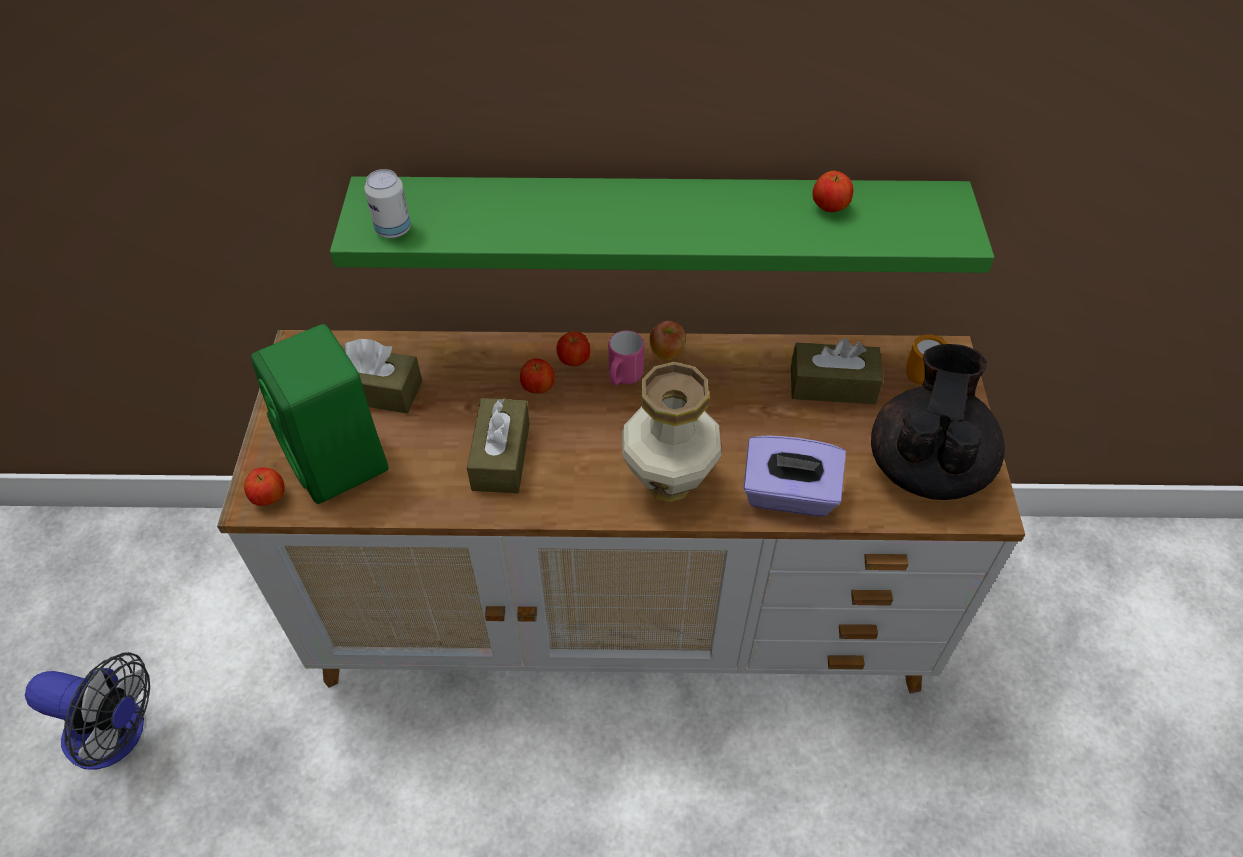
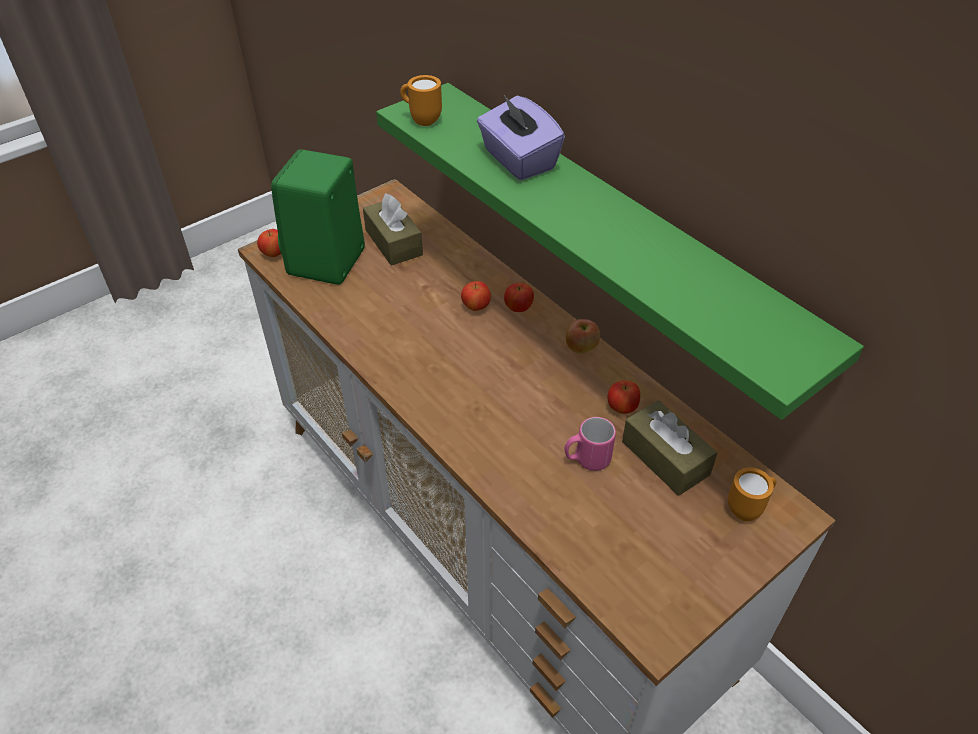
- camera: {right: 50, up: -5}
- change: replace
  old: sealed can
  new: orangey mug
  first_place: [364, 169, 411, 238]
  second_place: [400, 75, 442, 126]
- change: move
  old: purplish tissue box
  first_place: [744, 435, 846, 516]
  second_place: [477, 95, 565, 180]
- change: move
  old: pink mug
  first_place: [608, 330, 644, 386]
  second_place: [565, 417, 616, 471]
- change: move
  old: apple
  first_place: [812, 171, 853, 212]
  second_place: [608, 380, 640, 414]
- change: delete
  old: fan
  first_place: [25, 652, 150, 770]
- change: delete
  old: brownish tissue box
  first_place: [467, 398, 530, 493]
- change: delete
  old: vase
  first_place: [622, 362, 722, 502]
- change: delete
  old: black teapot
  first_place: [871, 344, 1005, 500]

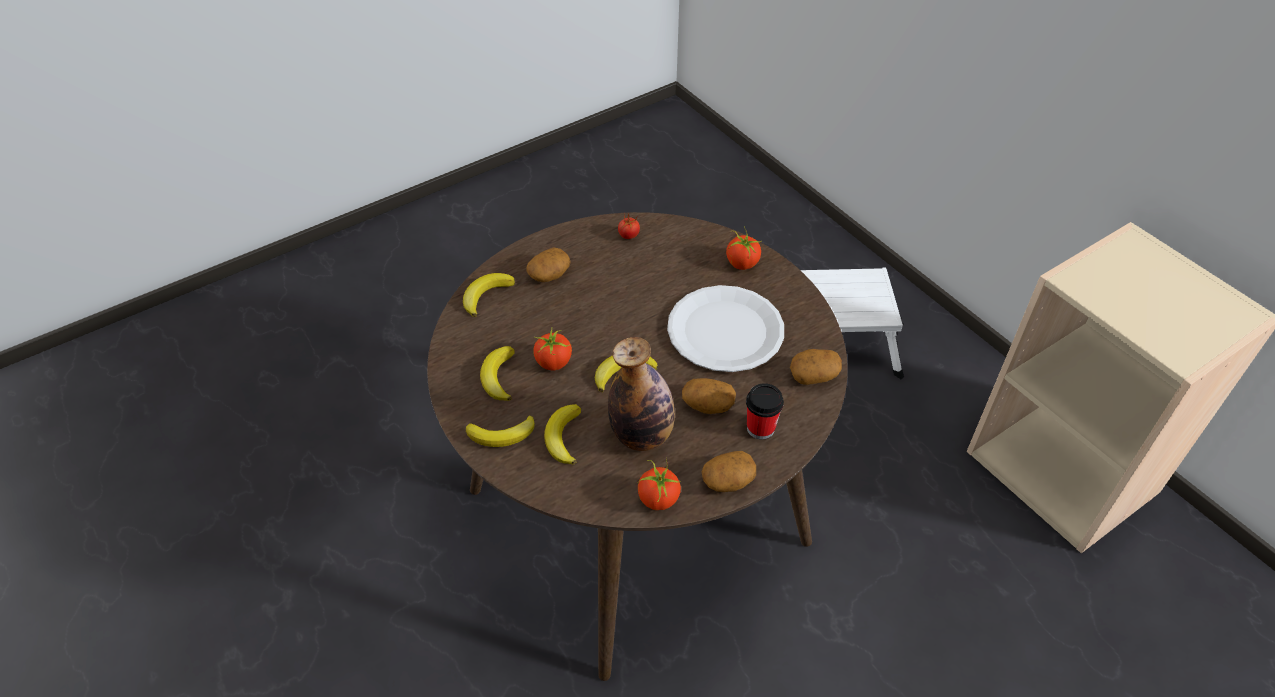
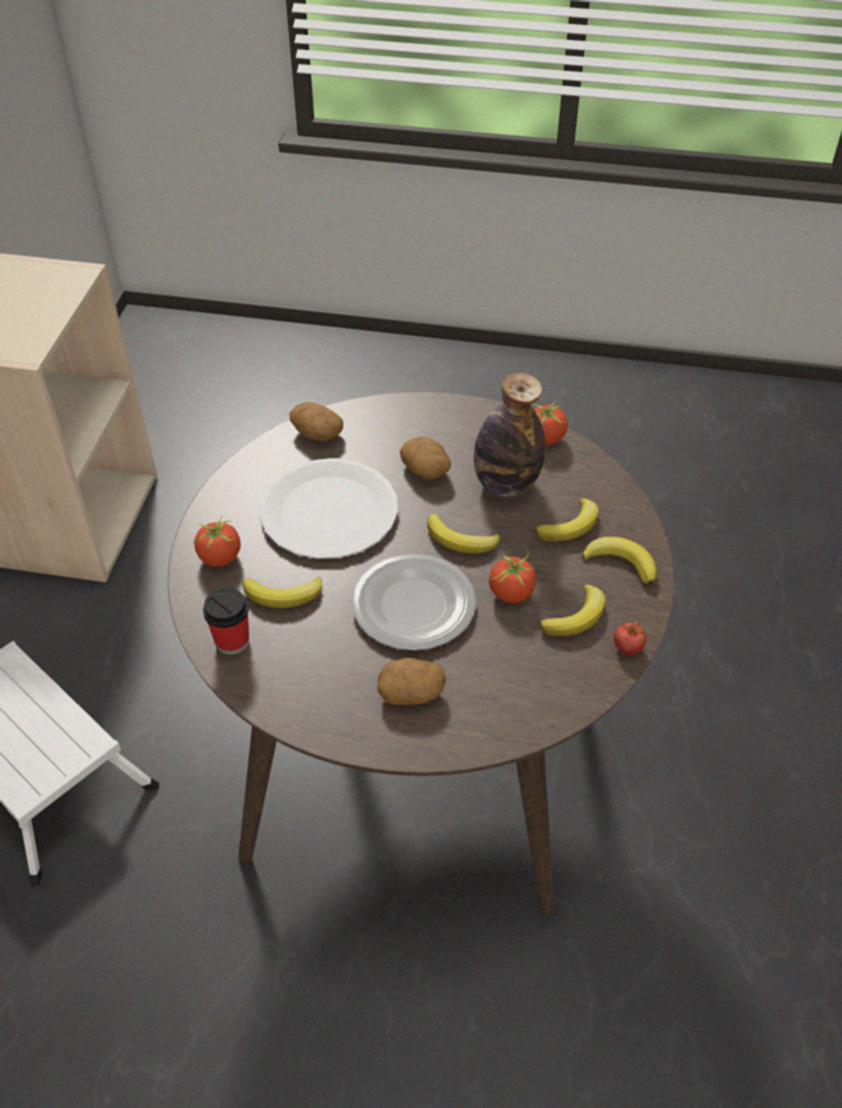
- camera: {right: -135, up: 0}
- change: move
  old: drinking cup
  first_place: [746, 383, 784, 439]
  second_place: [203, 587, 249, 655]
- change: move
  old: banana fruit
  first_place: [463, 273, 515, 317]
  second_place: [243, 577, 322, 608]
- change: insert
  new: flat dish
  second_place: [352, 554, 476, 651]
- change: move
  old: whole tomato
  first_place: [618, 213, 640, 239]
  second_place: [614, 619, 647, 655]
- change: delete
  old: potato
  first_place: [702, 451, 756, 492]

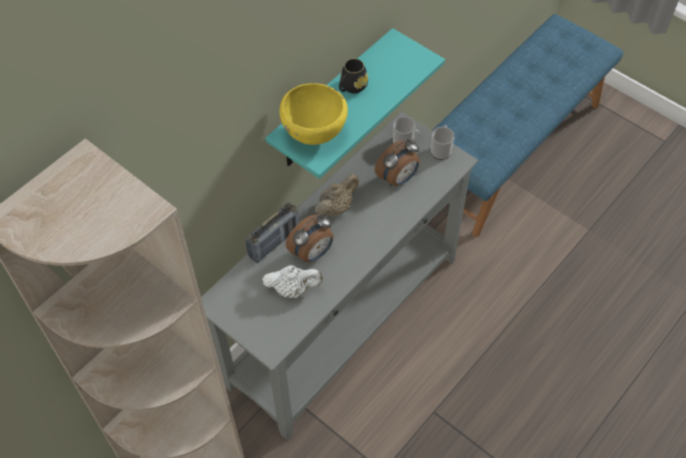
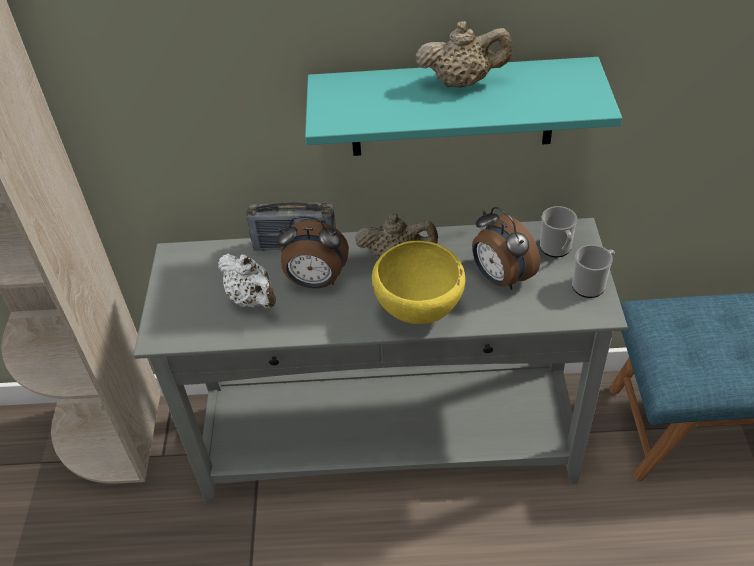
- camera: {right: 50, up: -10}
- change: move
  old: yellow bowl
  first_place: [279, 83, 348, 145]
  second_place: [372, 241, 465, 324]
- change: replace
  old: black mug
  new: beige-coloured teapot
  first_place: [339, 59, 368, 93]
  second_place: [415, 21, 513, 88]
- change: rotate
  old: table clock
  first_place: [375, 139, 420, 186]
  second_place: [472, 207, 540, 290]
  degrees: 45

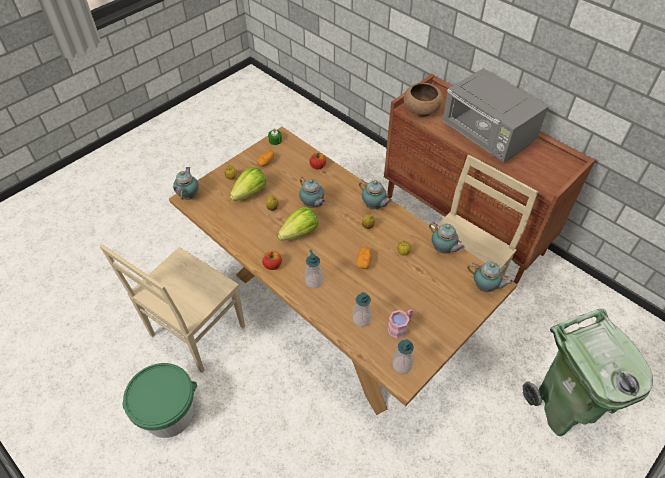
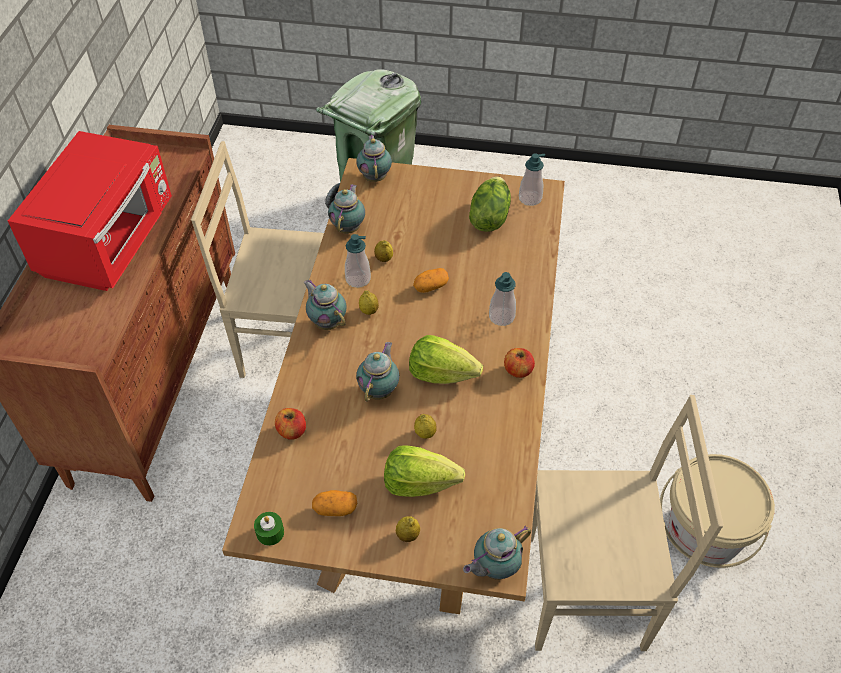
- camera: {right: -125, up: 0}
- change: recolor
  old: gray microwave oven
  new: red-coloured microwave oven
  first_place: [442, 68, 549, 163]
  second_place: [8, 131, 172, 291]
- change: rotate
  old: teapot
  first_place: [359, 180, 393, 209]
  second_place: [304, 279, 347, 330]
  degrees: -45
- change: move
  old: soap bottle
  first_place: [352, 292, 372, 327]
  second_place: [345, 234, 371, 288]
- change: replace
  old: pink mug
  new: lettuce
  first_place: [388, 309, 413, 339]
  second_place: [469, 176, 511, 232]
- change: recolor
  old: green bucket
  new: beige-coloured bucket
  first_place: [122, 363, 197, 438]
  second_place: [660, 454, 775, 568]
- change: delete
  old: brownish bowl
  first_place: [404, 83, 443, 117]

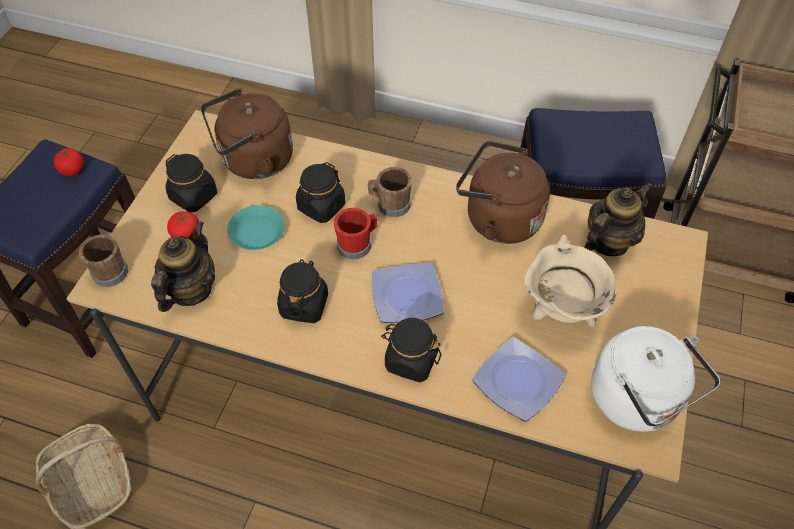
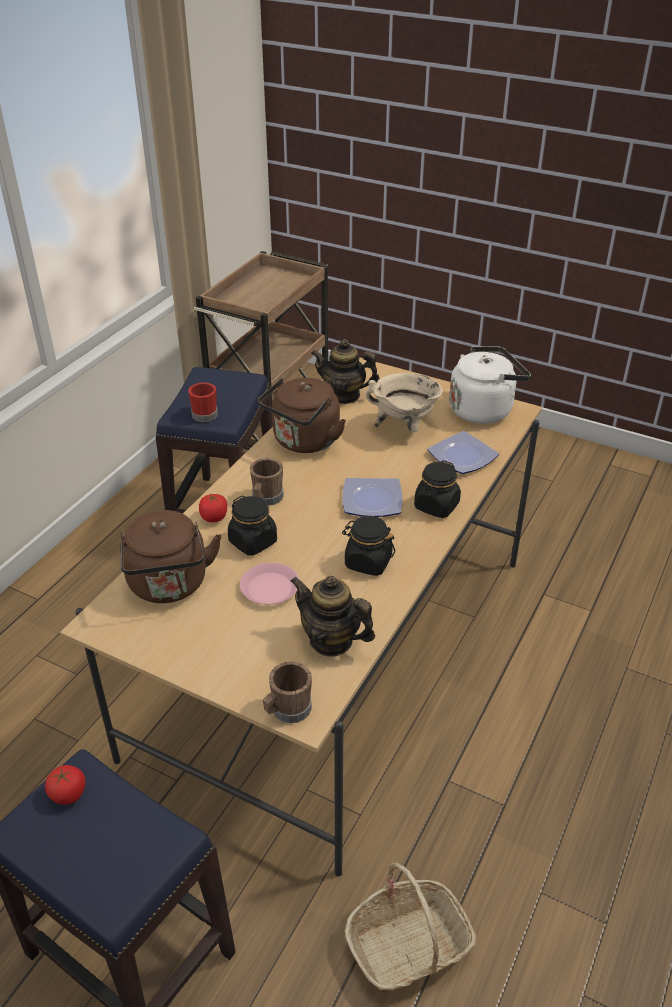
- camera: {right: -80, up: -15}
- change: move
  old: red-coloured mug
  first_place: [334, 208, 377, 259]
  second_place: [188, 382, 218, 422]
- change: move
  old: whole tomato
  first_place: [167, 211, 199, 239]
  second_place: [199, 494, 227, 522]
- change: recolor
  old: turquoise flat dish
  new: pink flat dish
  first_place: [227, 205, 285, 250]
  second_place: [240, 563, 299, 605]
- change: rotate
  old: teapot
  first_place: [584, 182, 653, 256]
  second_place: [311, 339, 379, 404]
  degrees: -45
- change: delete
  old: black storage jar
  first_place: [166, 154, 217, 213]

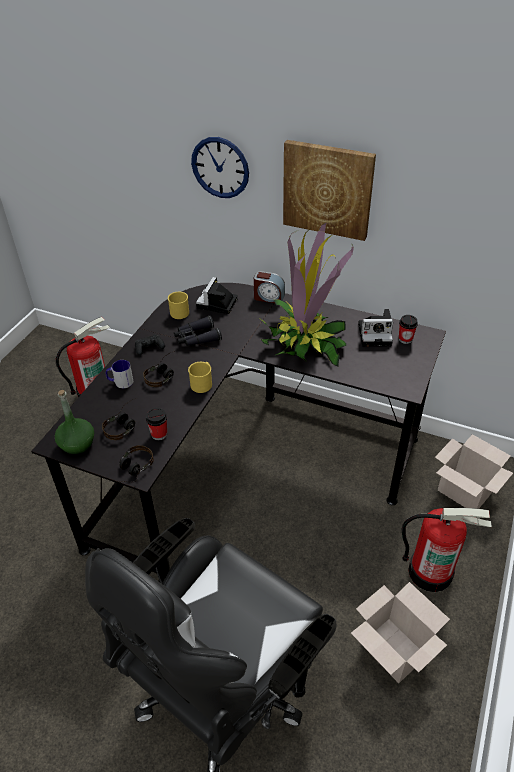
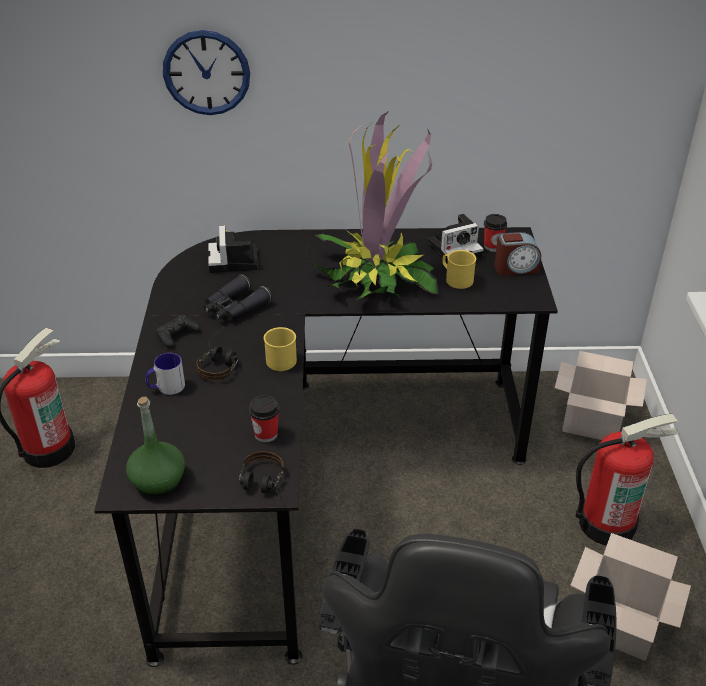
- camera: {right: -25, up: -5}
- change: move
  old: yellow mug
  first_place: [168, 292, 189, 319]
  second_place: [442, 250, 476, 289]
- change: move
  old: table clock
  first_place: [254, 271, 285, 303]
  second_place: [494, 232, 541, 276]
- change: delete
  old: pair of headphones
  first_place: [102, 399, 135, 440]
- change: delete
  old: picture
  first_place: [283, 140, 376, 241]

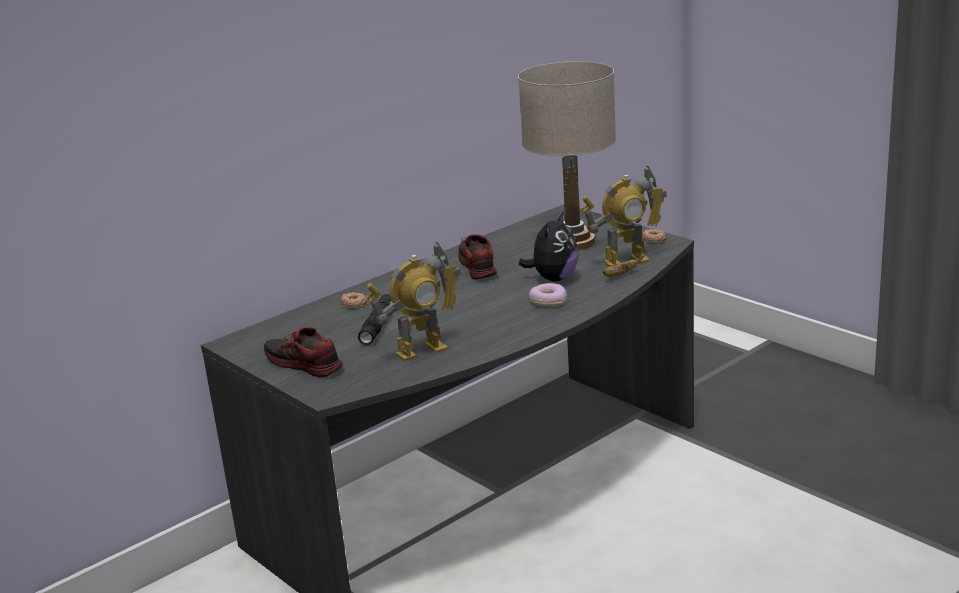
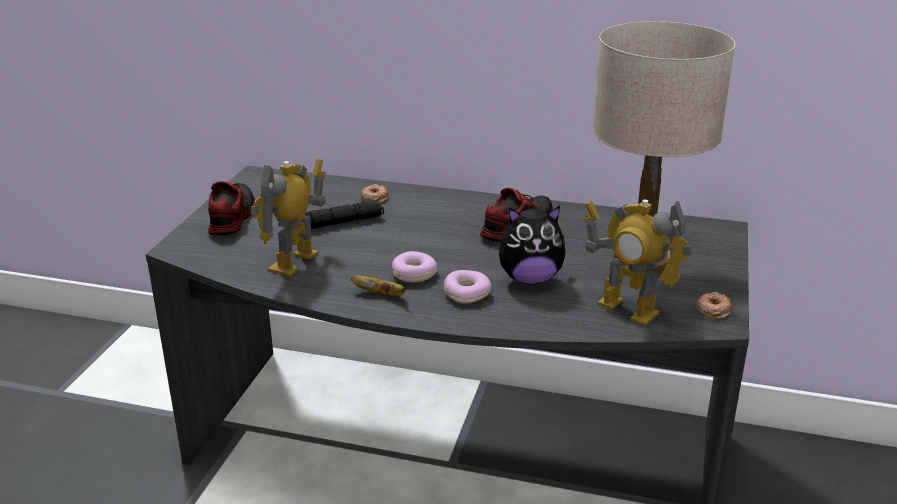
- camera: {right: 55, up: 5}
- change: rotate
  old: model robot
  first_place: [366, 242, 461, 361]
  second_place: [251, 158, 326, 276]
  degrees: 90
- change: move
  old: banana fruit
  first_place: [603, 256, 644, 277]
  second_place: [351, 276, 407, 296]
- change: insert
  new: donut
  second_place: [392, 251, 437, 283]

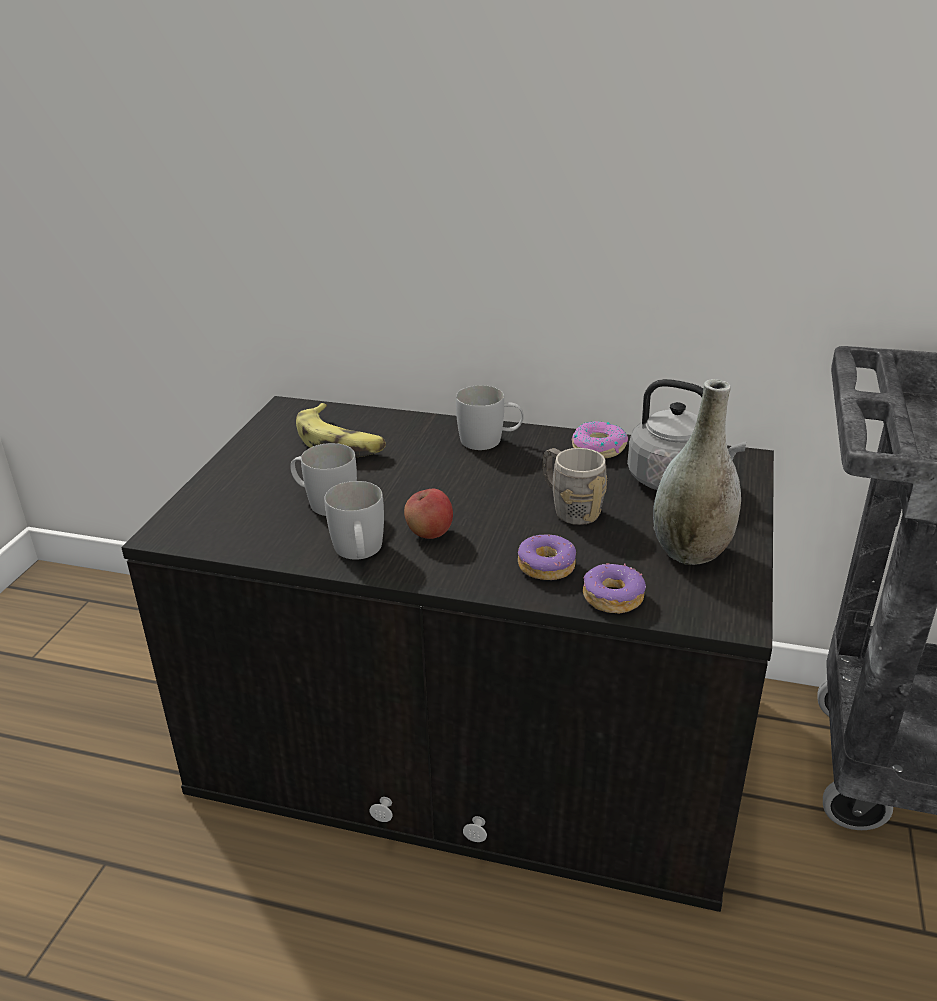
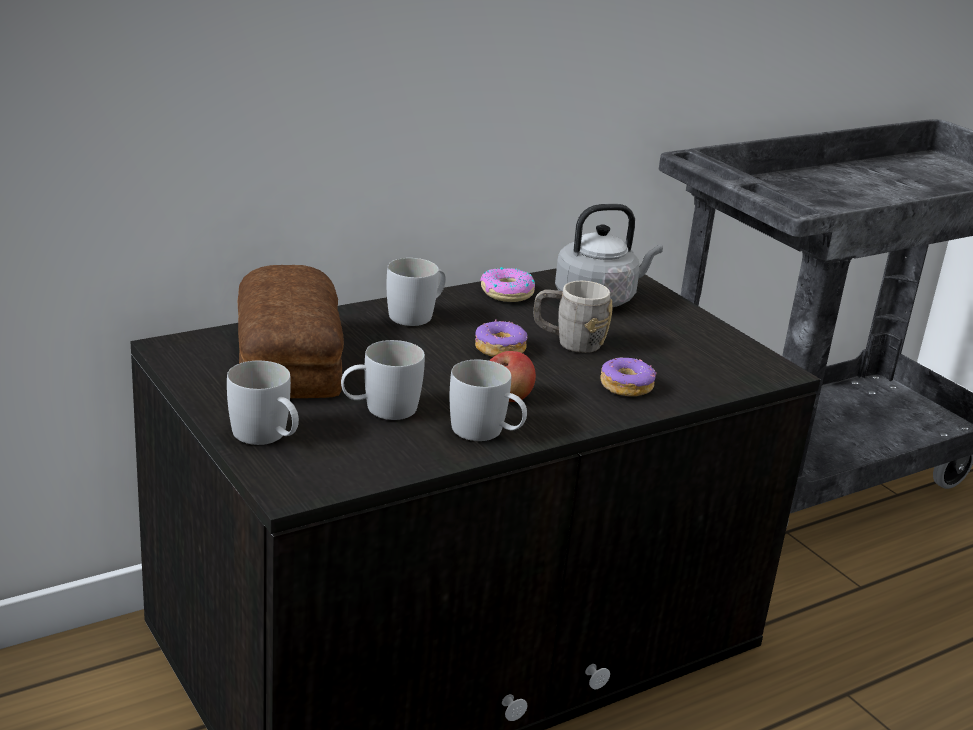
- camera: {right: -50, up: -5}
- change: insert
  new: white mug
  second_place: [227, 361, 299, 445]
- change: replace
  old: banana fruit
  new: bakery bread
  first_place: [296, 403, 386, 457]
  second_place: [238, 265, 344, 398]
- change: move
  old: donut
  first_place: [583, 563, 646, 614]
  second_place: [475, 319, 528, 357]
- change: delete
  old: gray vase
  first_place: [653, 379, 741, 565]

